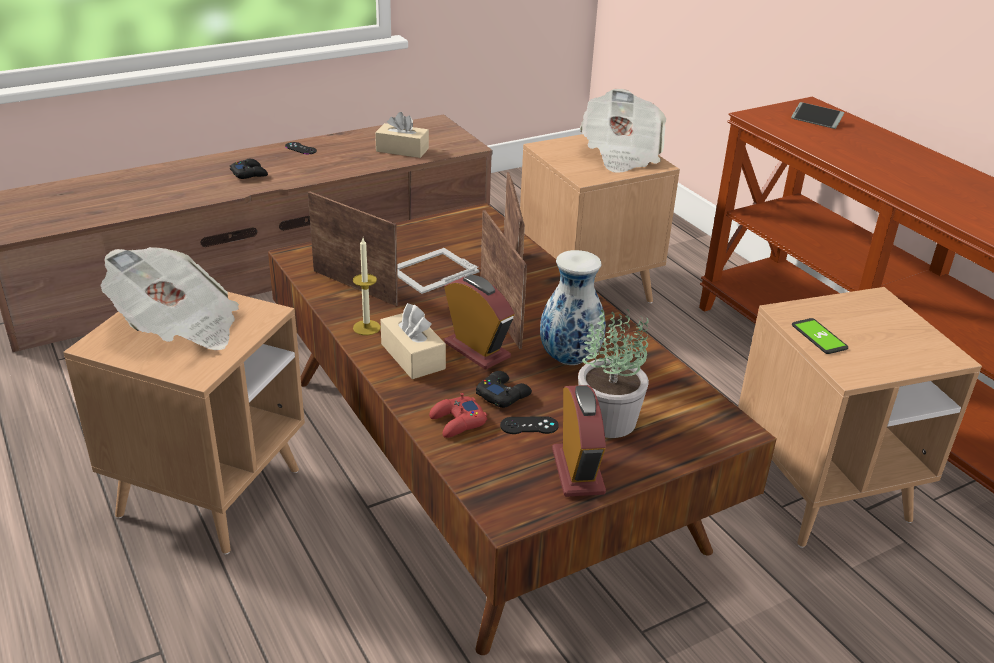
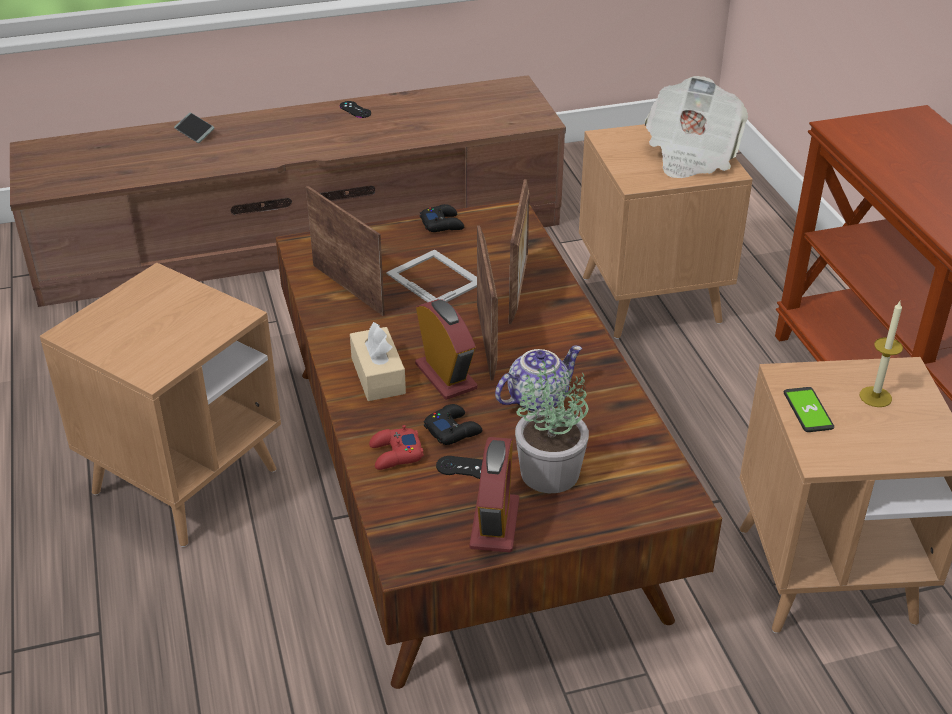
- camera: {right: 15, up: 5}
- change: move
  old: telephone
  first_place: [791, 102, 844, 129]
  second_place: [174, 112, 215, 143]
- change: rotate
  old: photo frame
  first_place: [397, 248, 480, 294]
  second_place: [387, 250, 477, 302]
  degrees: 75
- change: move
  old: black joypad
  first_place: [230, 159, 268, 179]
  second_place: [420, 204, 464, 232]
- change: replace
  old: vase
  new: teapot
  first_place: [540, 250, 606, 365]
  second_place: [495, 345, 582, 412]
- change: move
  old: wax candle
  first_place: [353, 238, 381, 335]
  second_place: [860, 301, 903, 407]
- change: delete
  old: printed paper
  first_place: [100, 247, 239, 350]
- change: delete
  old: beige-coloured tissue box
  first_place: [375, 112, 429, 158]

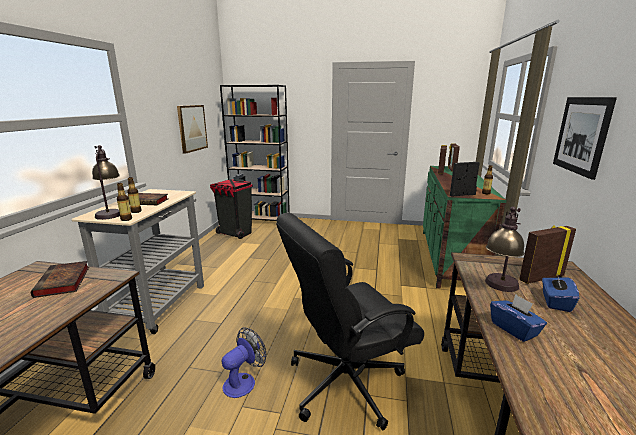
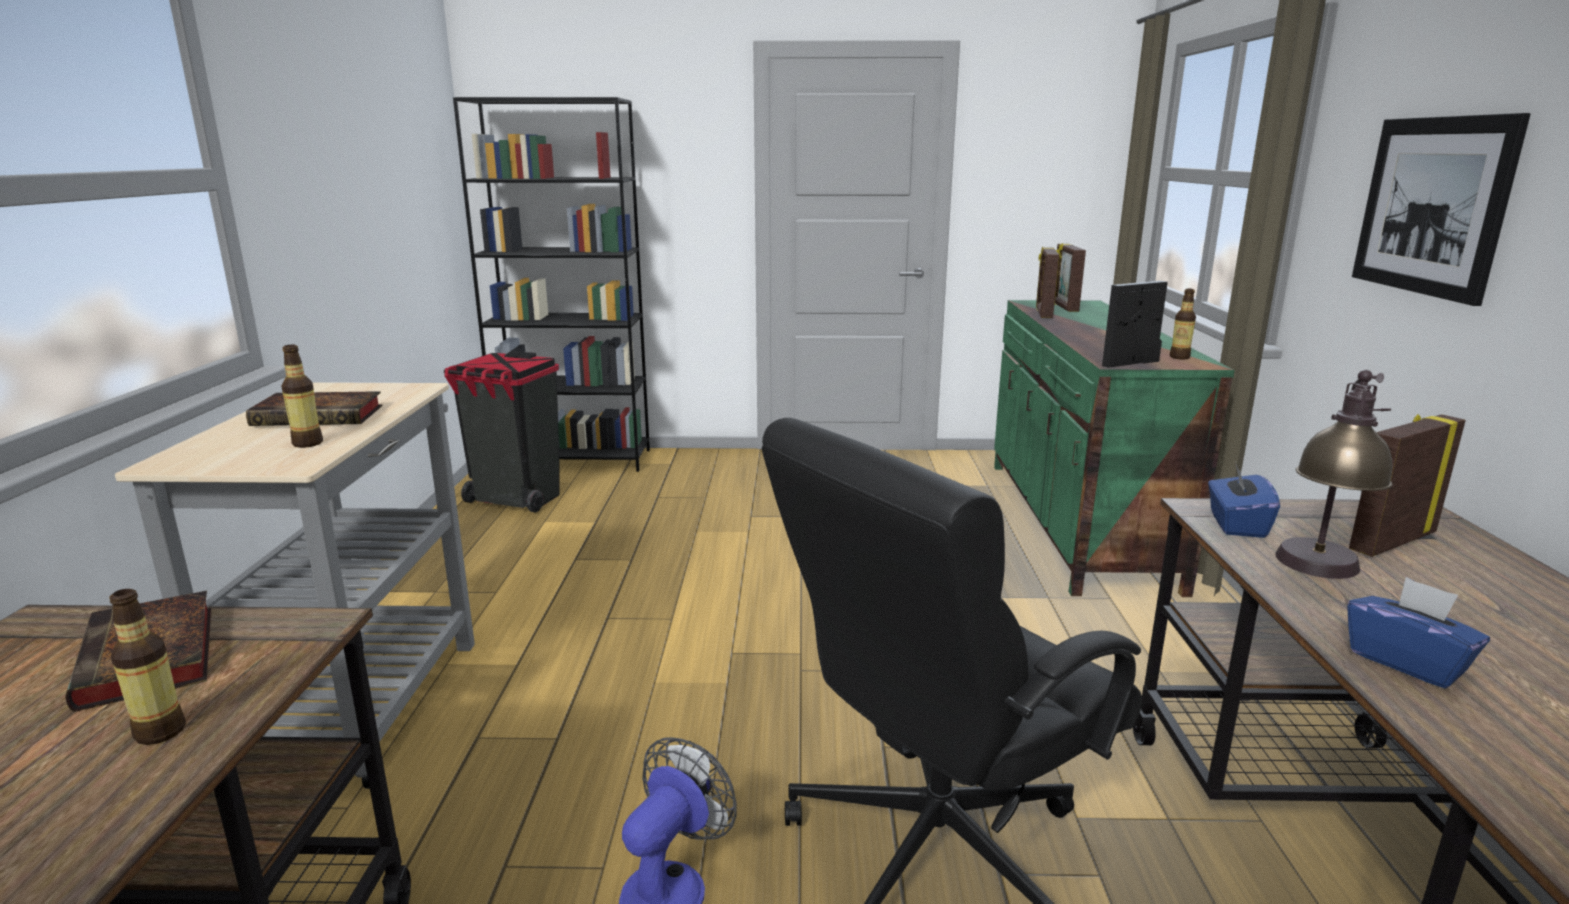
- camera: {right: -10, up: 0}
- change: move
  old: beverage bottle
  first_place: [117, 183, 132, 221]
  second_place: [109, 589, 186, 745]
- change: recolor
  old: beige-coloured bookshelf
  new: black bookshelf
  first_place: [220, 85, 290, 221]
  second_place: [453, 97, 650, 472]
- change: move
  old: bluish tissue box
  first_place: [542, 274, 579, 312]
  second_place: [1208, 465, 1280, 538]
- change: delete
  old: tabletop lamp
  first_place: [92, 145, 120, 220]
- change: delete
  old: picture
  first_place: [177, 105, 208, 154]

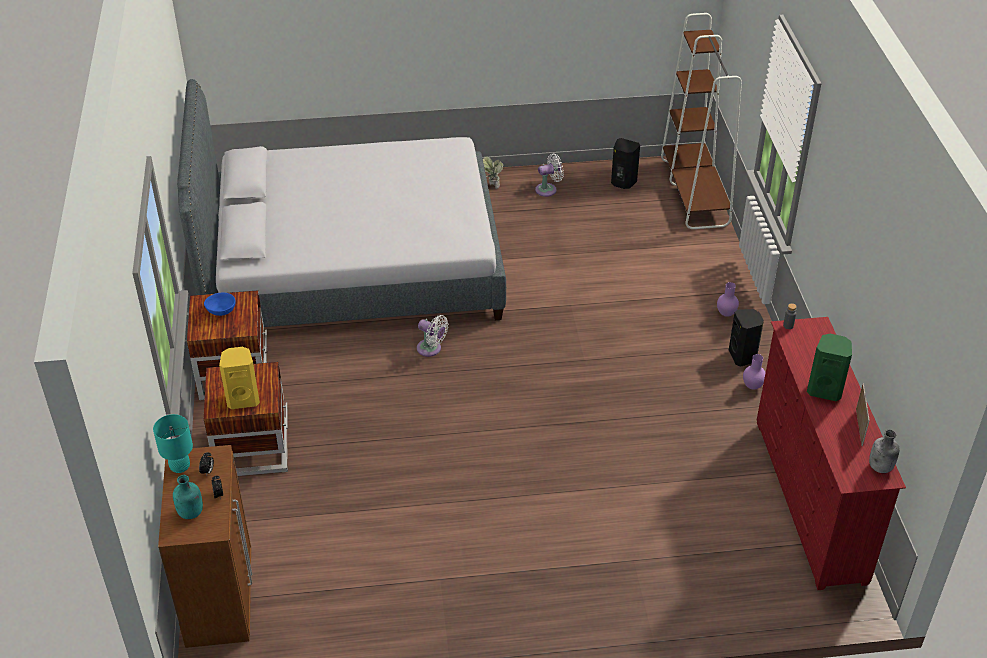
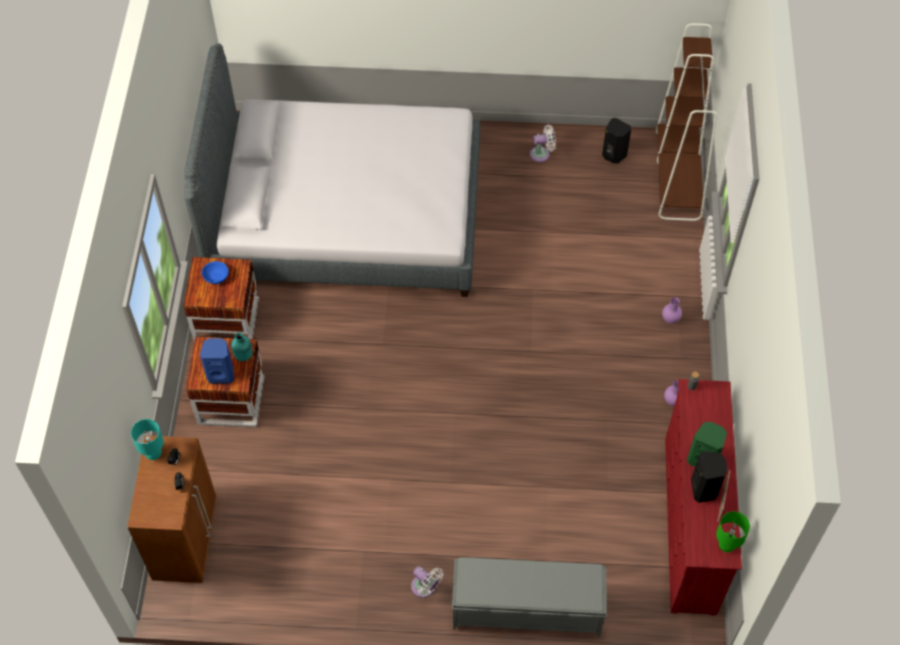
- camera: {right: 10, up: 15}
- change: recolor
  old: yellow audio speaker
  new: bluish audio speaker
  first_place: [219, 347, 260, 409]
  second_place: [200, 338, 234, 383]
- change: move
  old: turquoise beverage bottle
  first_place: [173, 475, 203, 519]
  second_place: [231, 333, 252, 361]
- change: move
  old: white fan
  first_place: [417, 315, 448, 357]
  second_place: [411, 566, 444, 598]
- change: insert
  new: gray long seat
  second_place: [452, 557, 607, 637]
- change: move
  old: black audio speaker
  first_place: [729, 309, 764, 367]
  second_place: [691, 451, 727, 503]
- change: replace
  old: gray beverage bottle
  new: green tabletop lamp
  first_place: [869, 430, 900, 473]
  second_place: [716, 511, 750, 552]
- change: delete
  old: plant in a pot
  first_place: [483, 157, 503, 189]

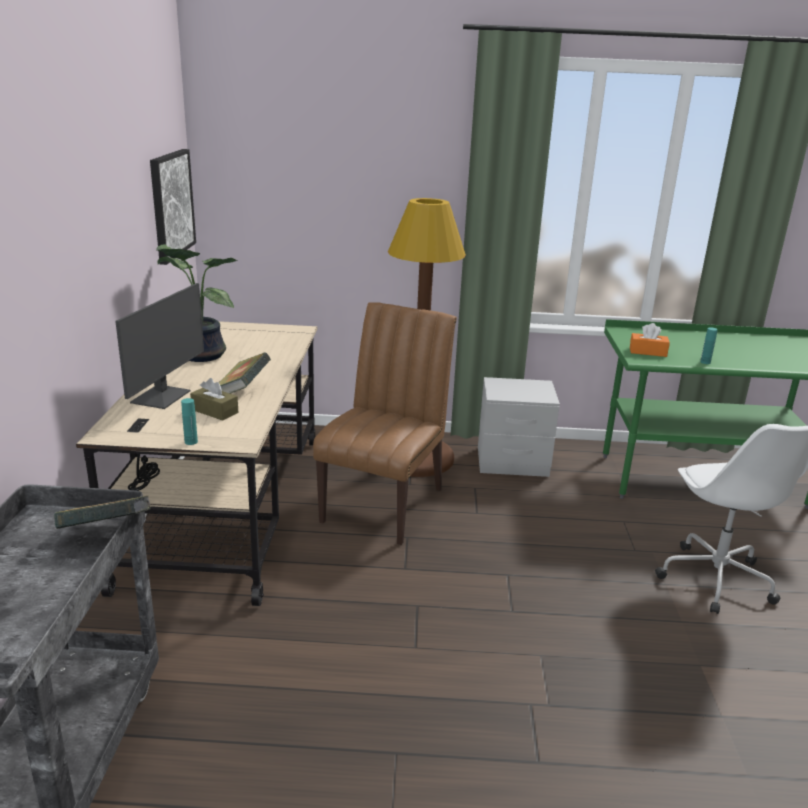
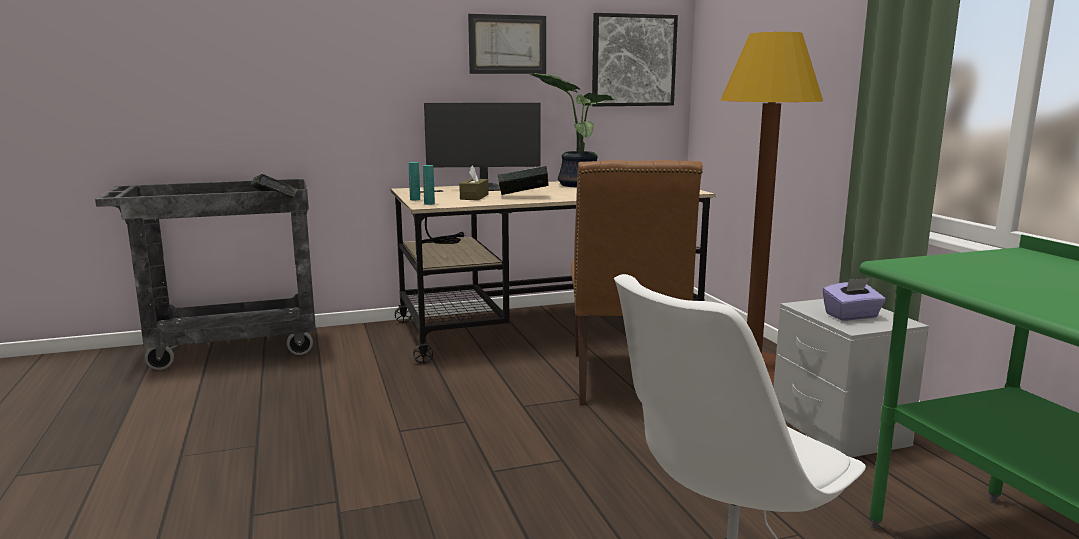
- camera: {right: 70, up: -10}
- change: move
  old: turquoise beverage bottle
  first_place: [700, 327, 718, 364]
  second_place: [423, 165, 435, 205]
- change: insert
  new: picture
  second_place: [468, 14, 546, 74]
- change: rotate
  old: brownish upright chair
  first_place: [313, 302, 457, 545]
  second_place: [571, 160, 703, 405]
  degrees: 90
- change: insert
  new: purplish tissue box
  second_place: [823, 278, 886, 321]
- change: delete
  old: orangey tissue box
  first_place: [630, 323, 670, 357]

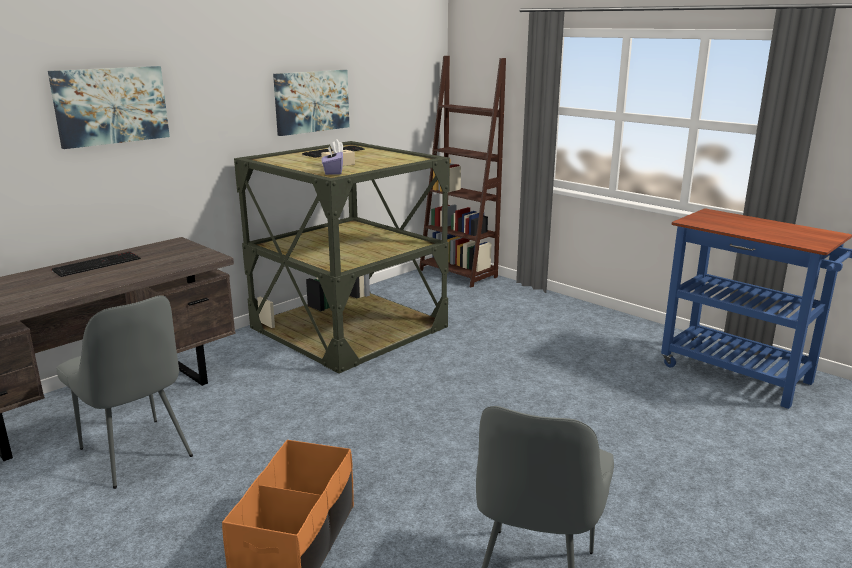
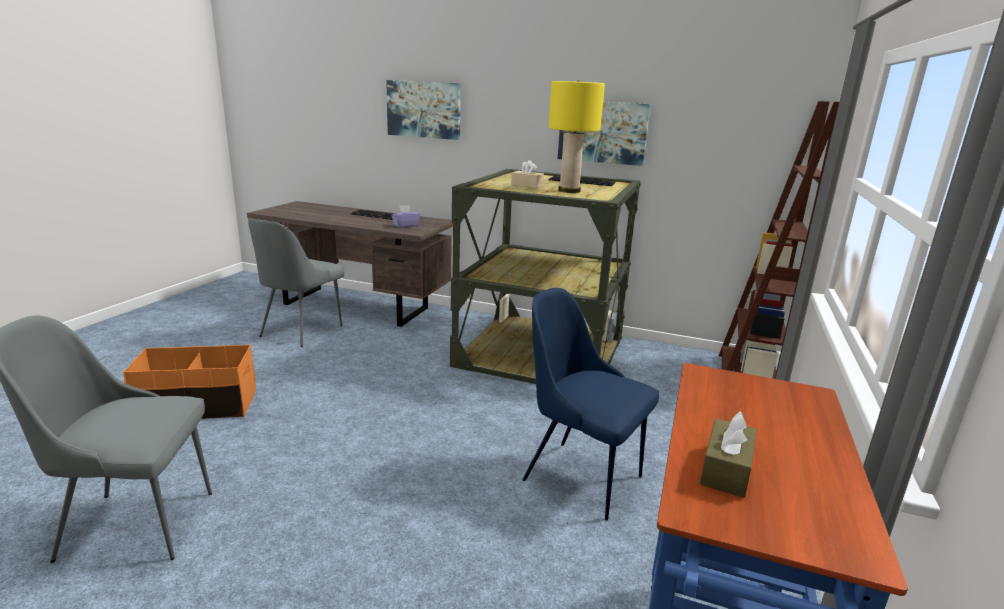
- camera: {right: 65, up: 0}
- change: move
  old: purplish tissue box
  first_place: [322, 146, 343, 175]
  second_place: [391, 205, 420, 228]
- change: insert
  new: bluish upright chair
  second_place: [523, 288, 659, 520]
- change: insert
  new: yellow tabletop lamp
  second_place: [549, 80, 605, 193]
- change: insert
  new: brownish tissue box
  second_place: [700, 411, 757, 498]

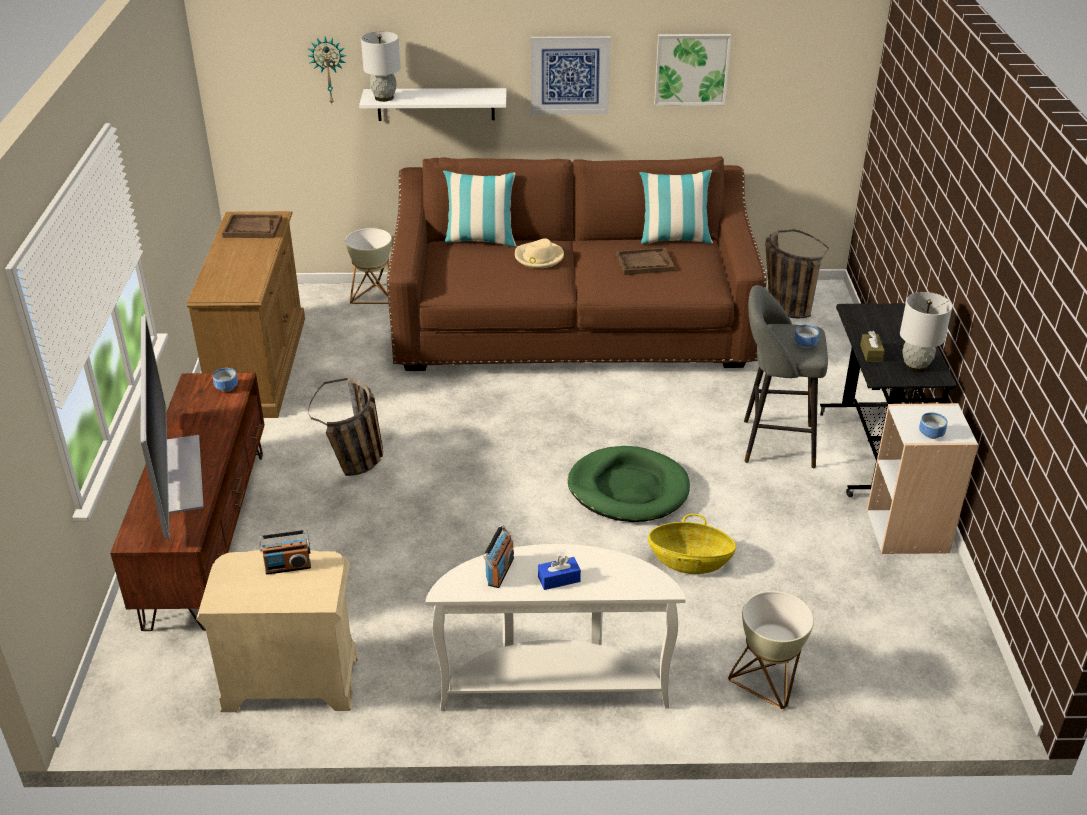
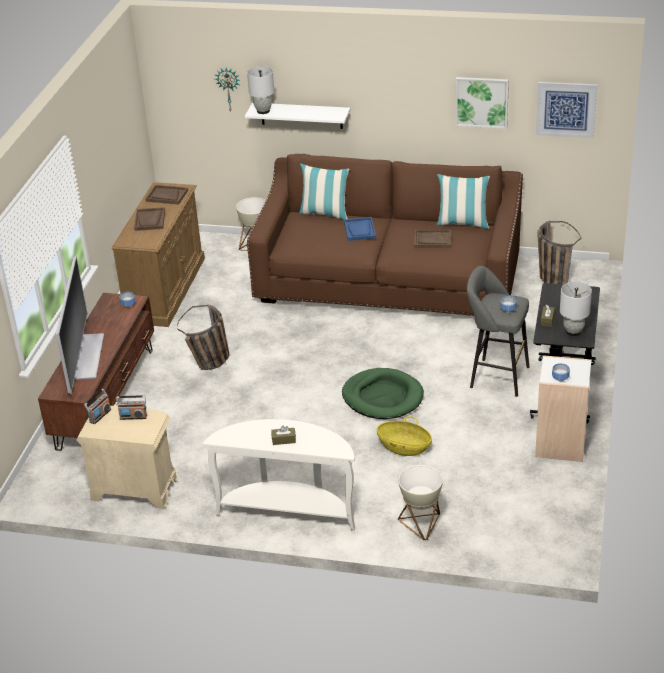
- camera: {right: 15, up: 0}
- change: move
  old: radio receiver
  first_place: [483, 525, 514, 588]
  second_place: [84, 389, 111, 424]
- change: insert
  new: brownish serving tray
  second_place: [134, 207, 165, 231]
- change: recolor
  old: bluish tissue box
  new: brownish tissue box
  first_place: [538, 556, 581, 590]
  second_place: [271, 426, 296, 445]
- change: replace
  old: beige-coloured wearable hat
  new: bluish serving tray
  first_place: [515, 238, 564, 268]
  second_place: [344, 217, 376, 241]
- change: move
  old: picture
  first_place: [531, 36, 611, 114]
  second_place: [536, 82, 598, 138]

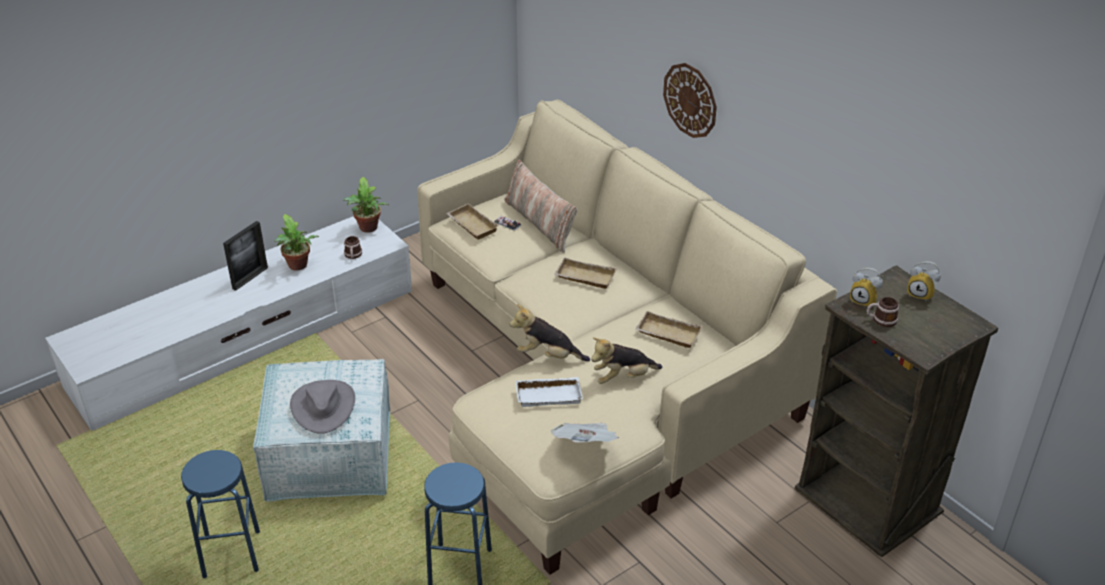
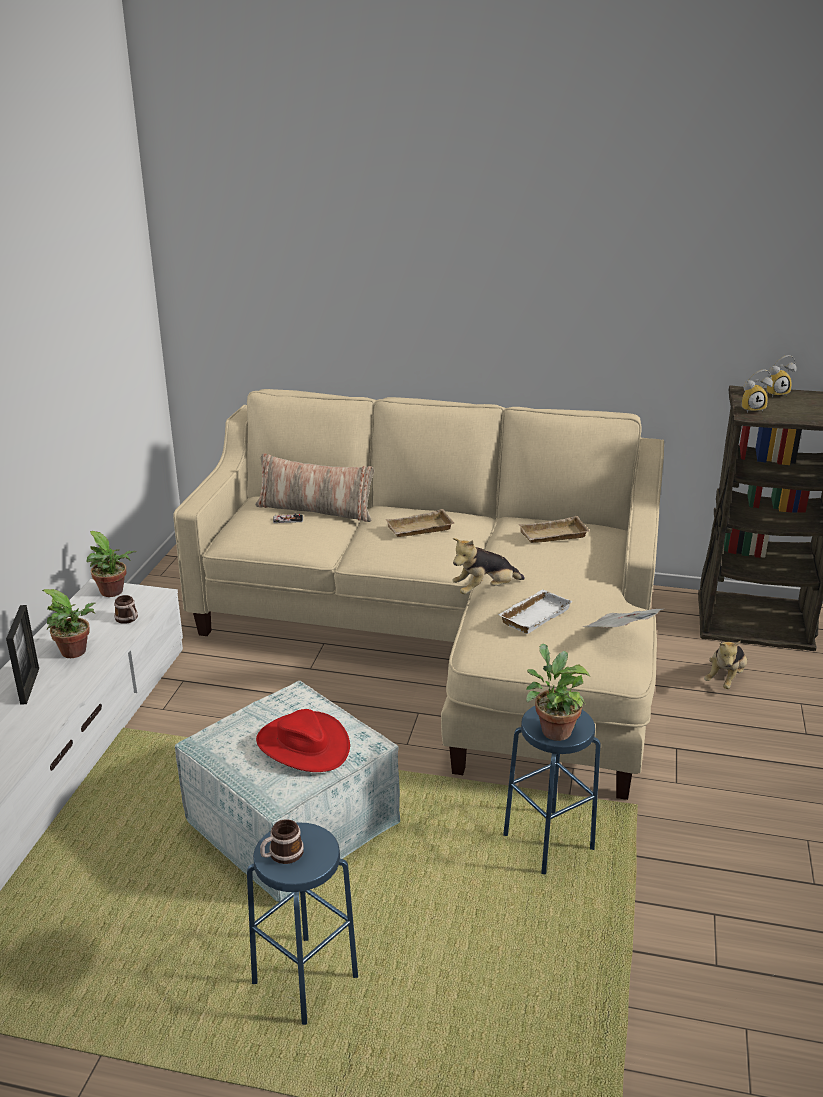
- camera: {right: -40, up: -10}
- change: recolor
  old: gray wearable hat
  new: red-coloured wearable hat
  first_place: [290, 380, 355, 434]
  second_place: [256, 709, 350, 772]
- change: move
  old: mug
  first_place: [867, 297, 899, 327]
  second_place: [260, 819, 304, 864]
- change: insert
  new: plant in a pot
  second_place: [526, 644, 590, 741]
- change: move
  old: plush toy
  first_place: [591, 337, 662, 384]
  second_place: [704, 640, 747, 689]
- change: delete
  old: beige-coloured serving tray
  first_place: [446, 203, 499, 239]
- change: delete
  old: clock on the wall
  first_place: [663, 63, 717, 138]

